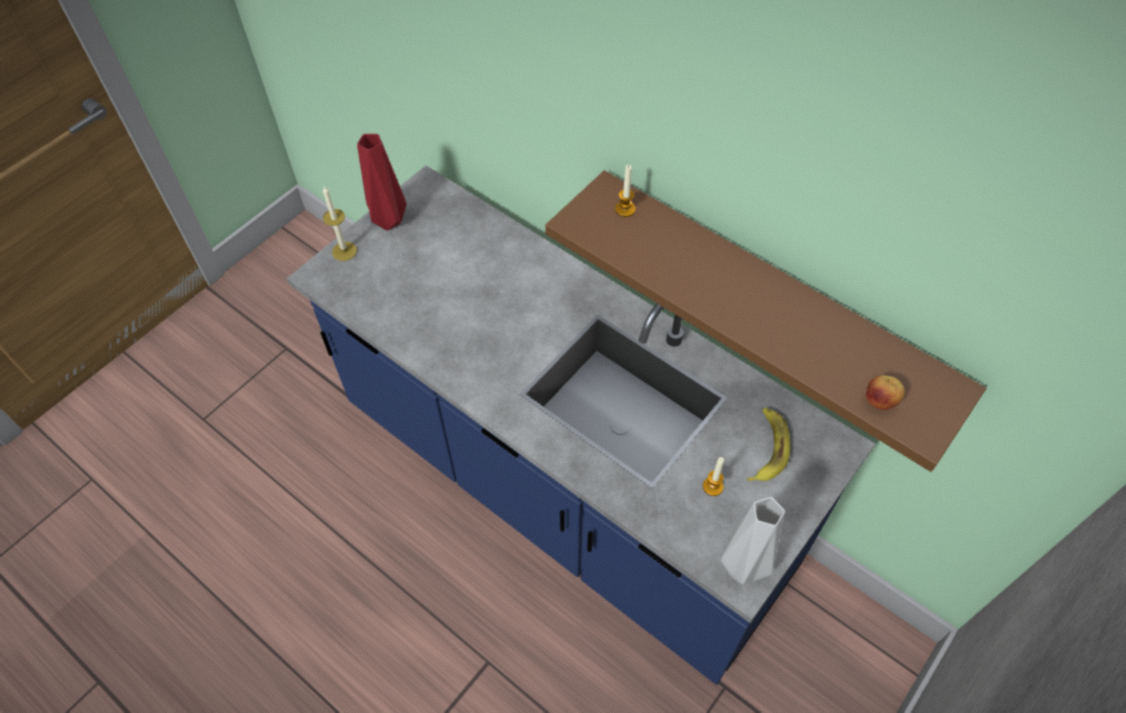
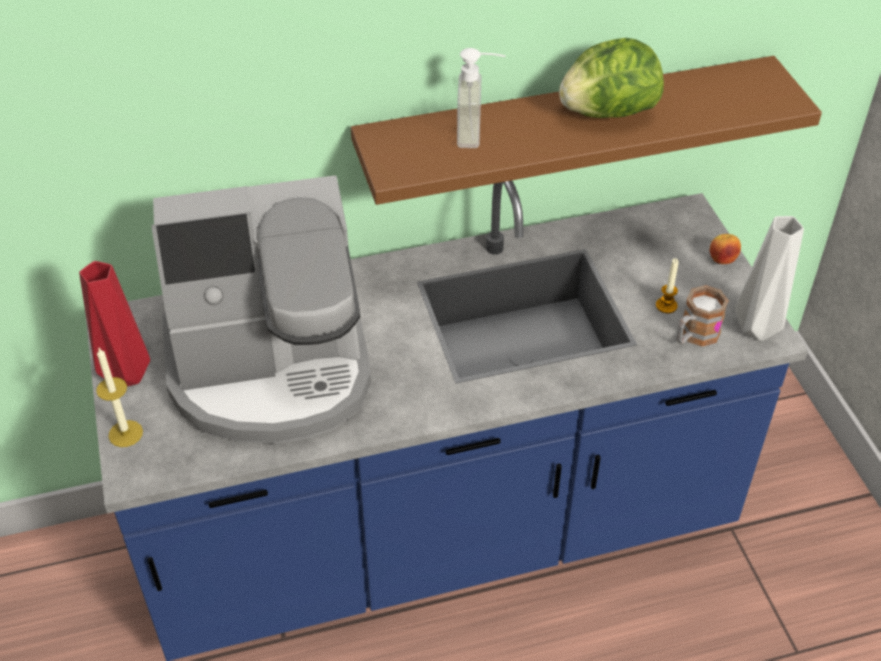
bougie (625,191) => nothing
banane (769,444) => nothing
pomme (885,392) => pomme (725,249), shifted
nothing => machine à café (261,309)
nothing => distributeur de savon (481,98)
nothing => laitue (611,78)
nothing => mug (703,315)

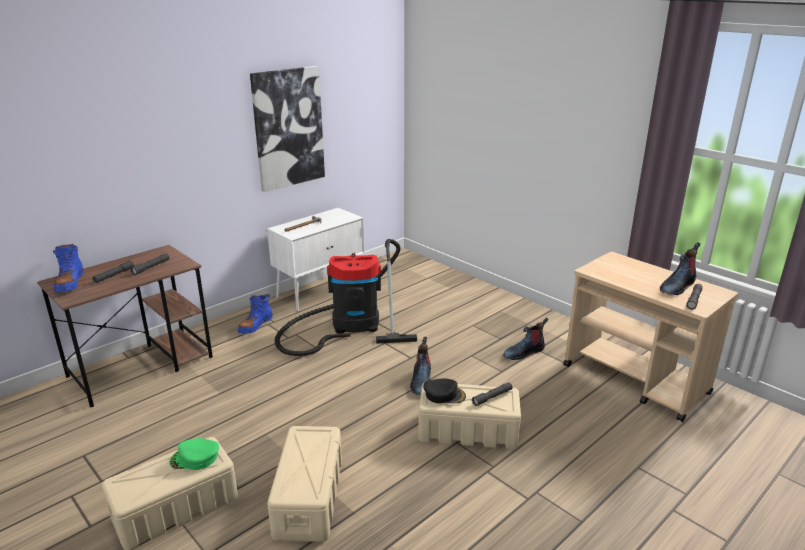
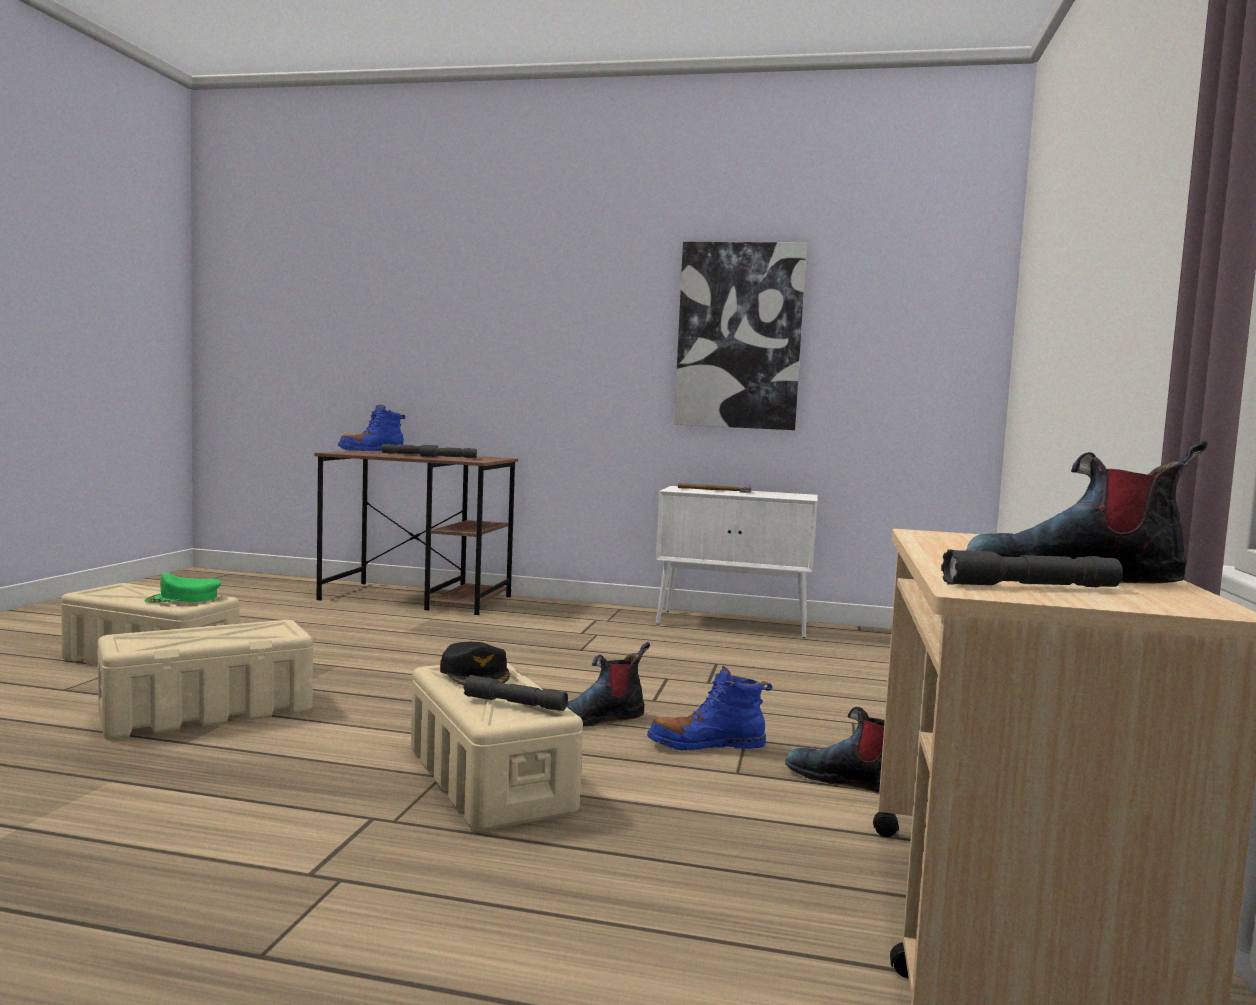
casquette/vert (194,454) => casquette/vert (182,588), 75 degrees counterclockwise
botte/bleu (255,314) => botte/bleu (709,708), shifted
aspirateur (346,297) => nothing

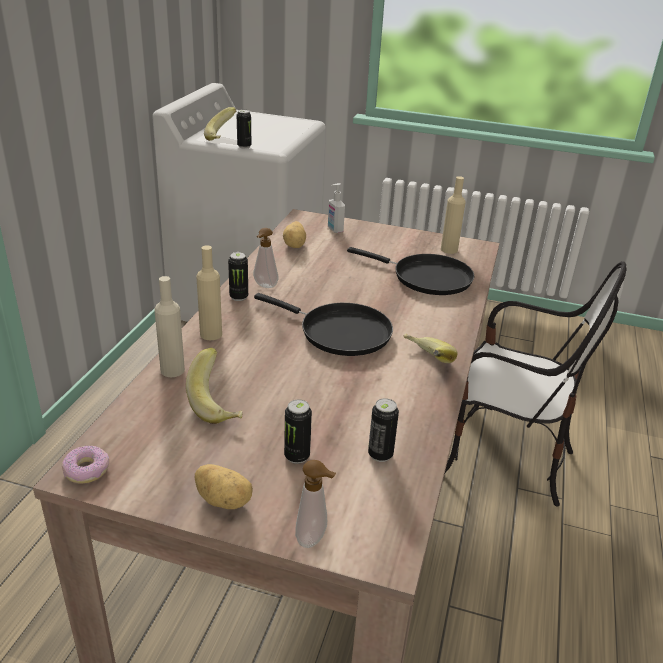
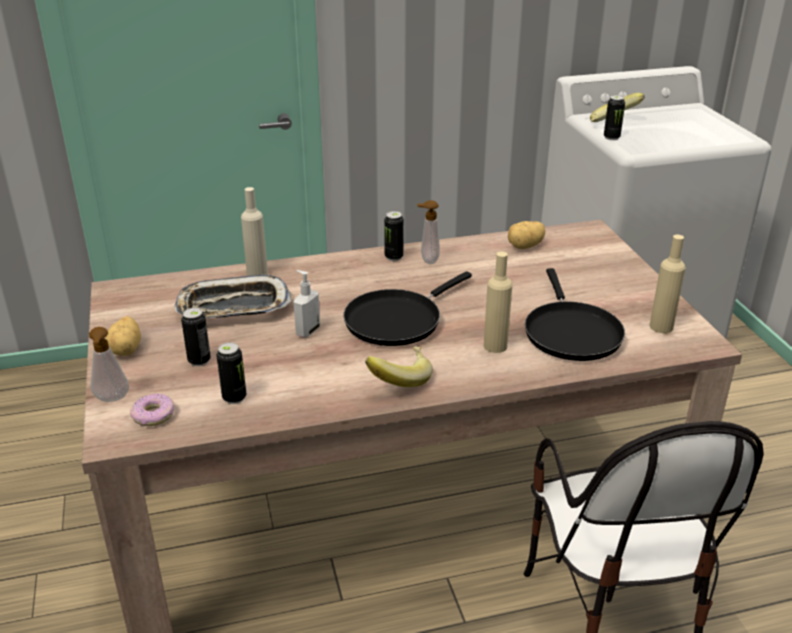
beignet (85,464) => beignet (152,409), shifted
banane (214,386) => plateau (232,296)
bouteille/beige (209,292) => bouteille/beige (498,302), shifted
poêle/noir (323,324) => poêle/noir (407,308), 45 degrees clockwise
distributeur de savon (336,208) => distributeur de savon (307,303), shifted

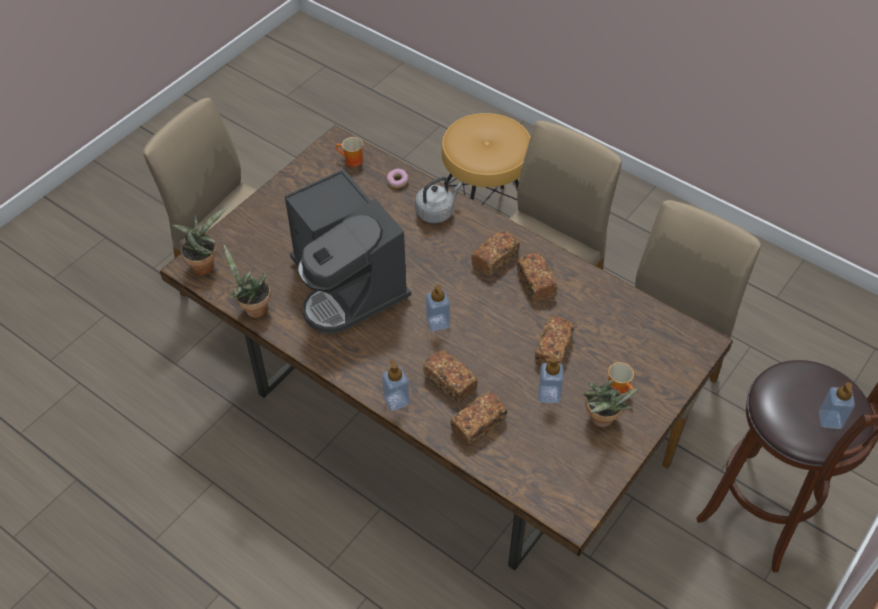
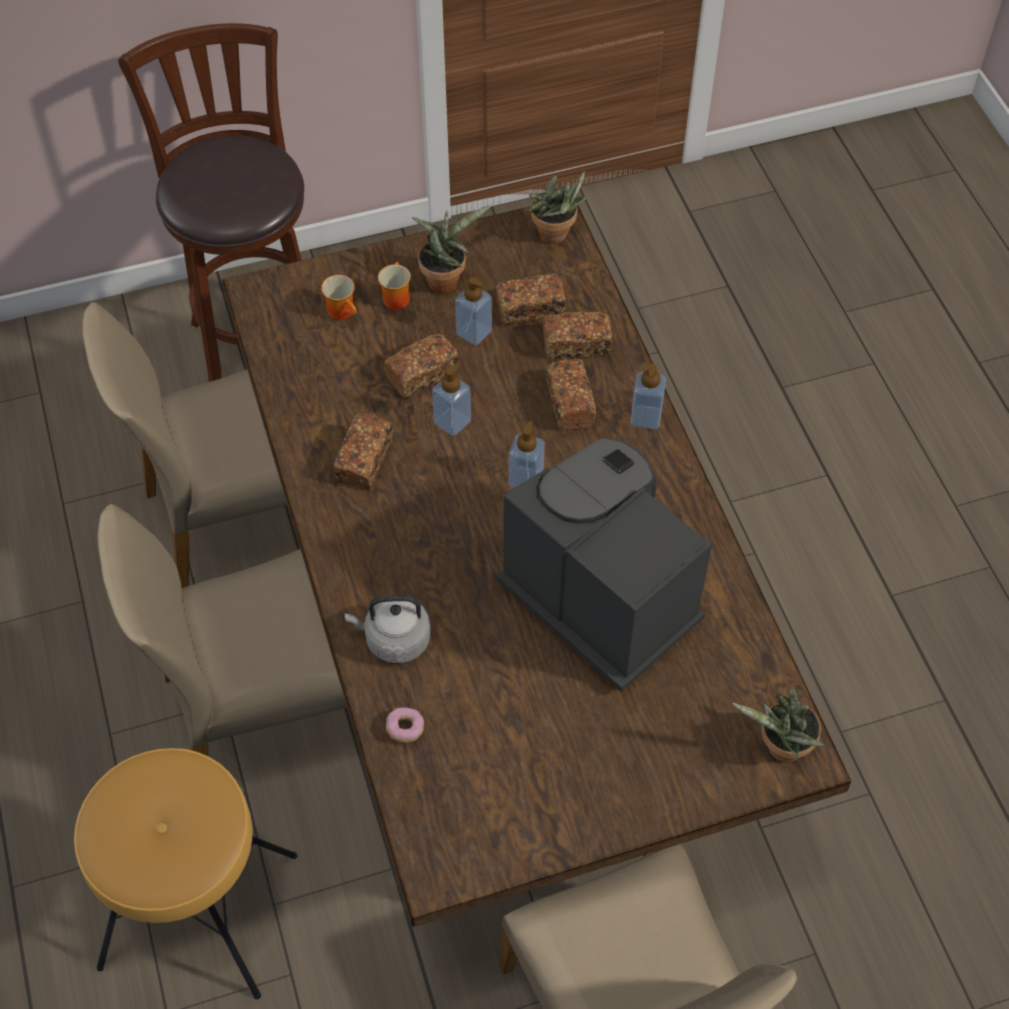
plante en pot (247,281) => plante en pot (558,207), shifted
machine à café (348,251) => machine à café (604,565), 45 degrees counterclockwise
mug (349,152) => mug (339,297), shifted
pain (495,254) => pain (530,299), shifted
distributeur de savon (836,405) => distributeur de savon (451,400), shifted

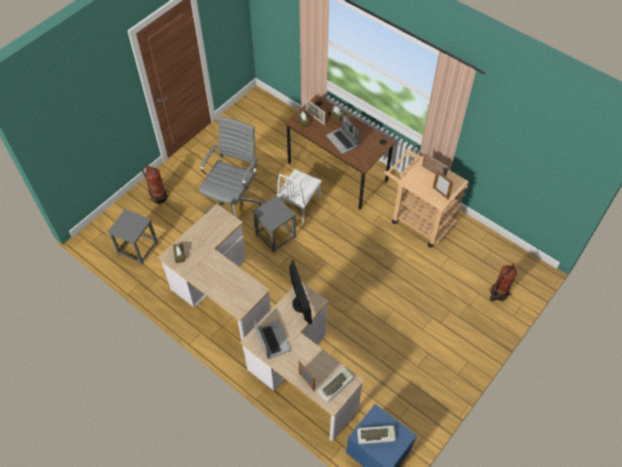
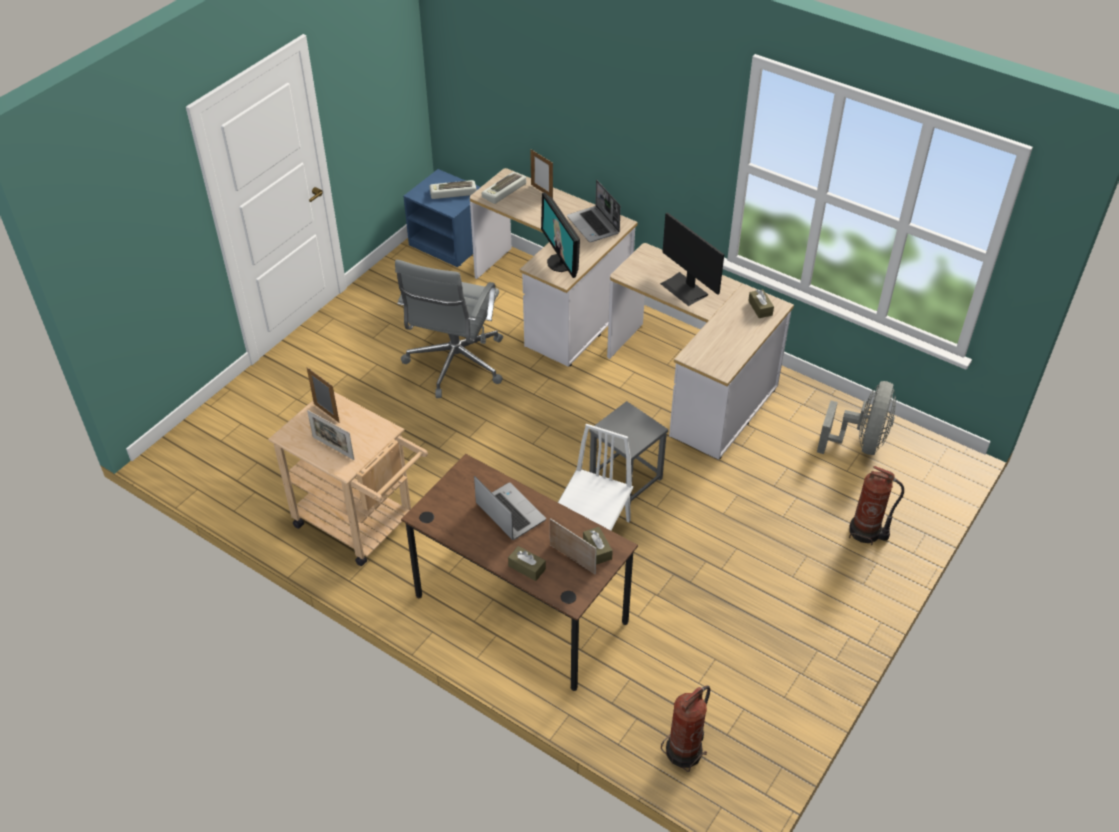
tabouret/gris (133,237) => ventilateur/gris (856,418)
chaise de bureau/gris (231,166) => chaise de bureau/gris (449,328), shifted
extincteur (503,282) => extincteur (685,728), shifted
nothing => écran d'ordinateur (692,259)

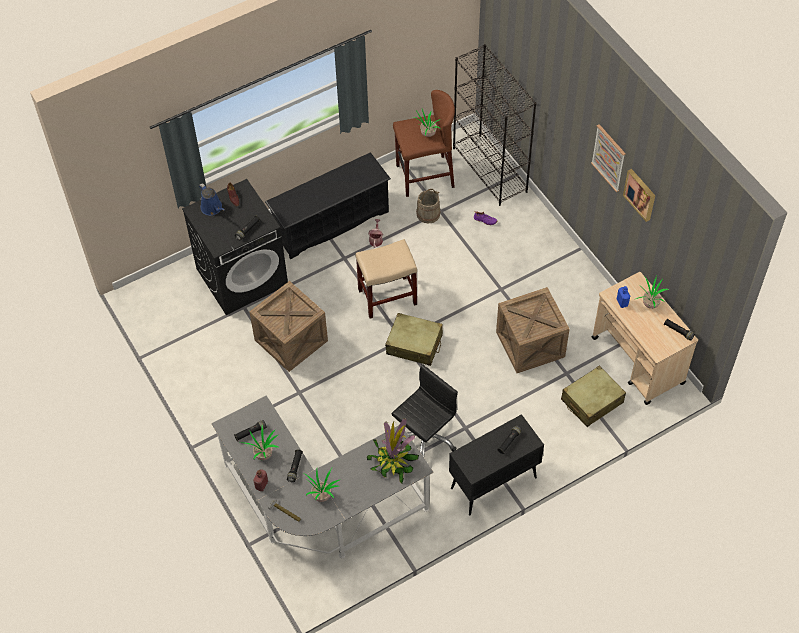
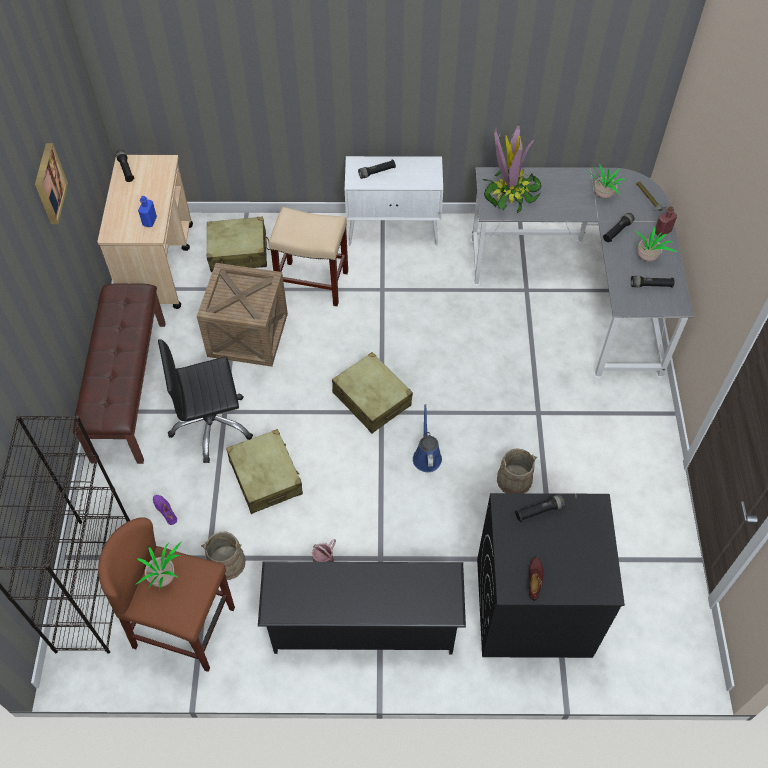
arrosoir/bleu (211,199) => arrosoir/bleu (427,438), shifted
caisse (288,326) => seau/beige (517,470)
tabouret/beige (386,279) => tabouret/beige (308,257), shifted
chaise de bureau/noir (424,410) => chaise de bureau/noir (205,401), shifted
meuble de rangement/noir (496,464) => meuble de rangement/blanc (394,201)
tableau (608,158) => nothing
plante en pot (651,292) => nothing
nothing => banc/marron (119,373)
nothing => valise/beige (264,471)

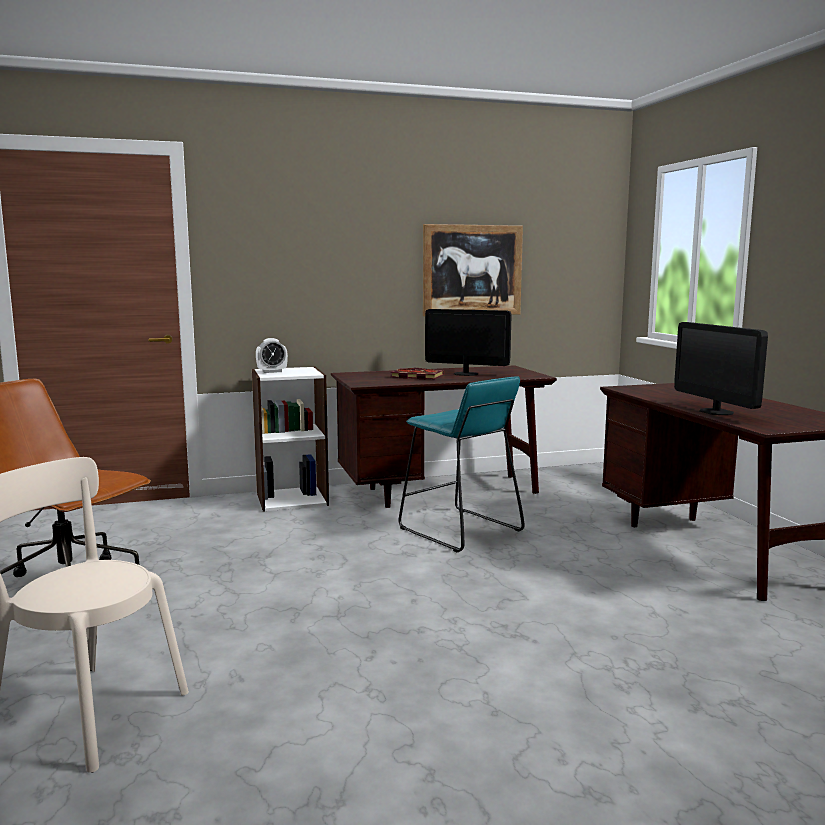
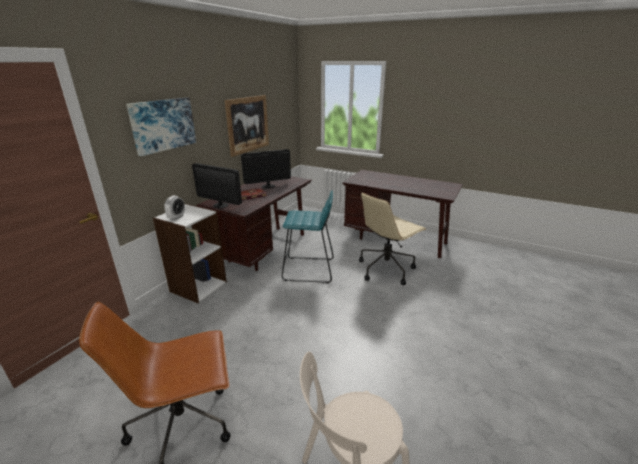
écran d'ordinateur (721,368) => écran d'ordinateur (217,185), shifted
nothing => tableau (161,126)
nothing => chaise de bureau/beige (392,238)

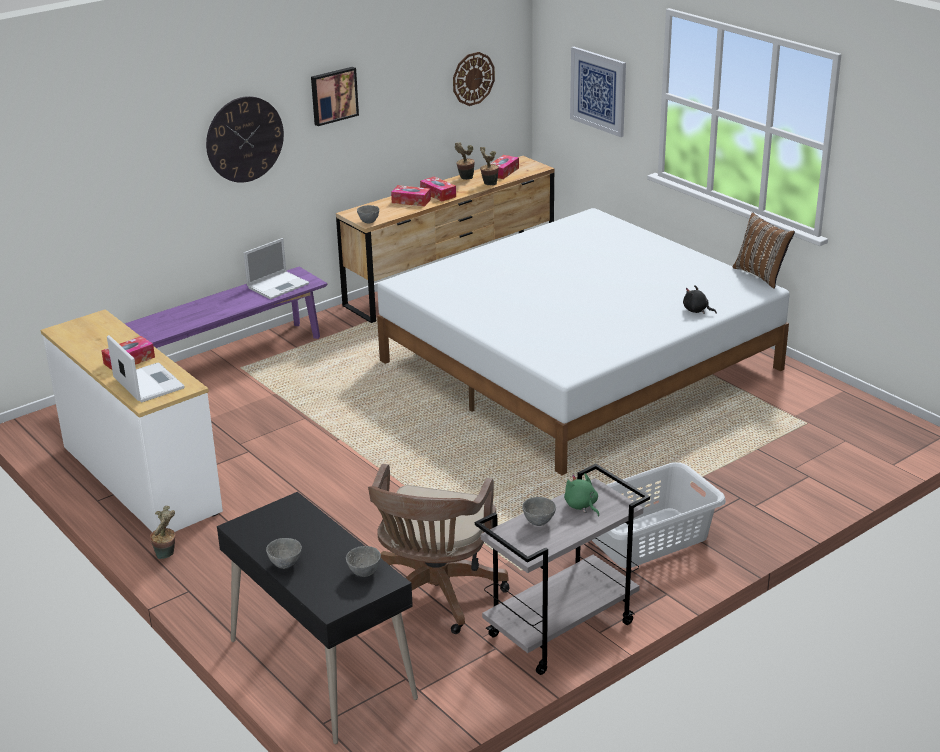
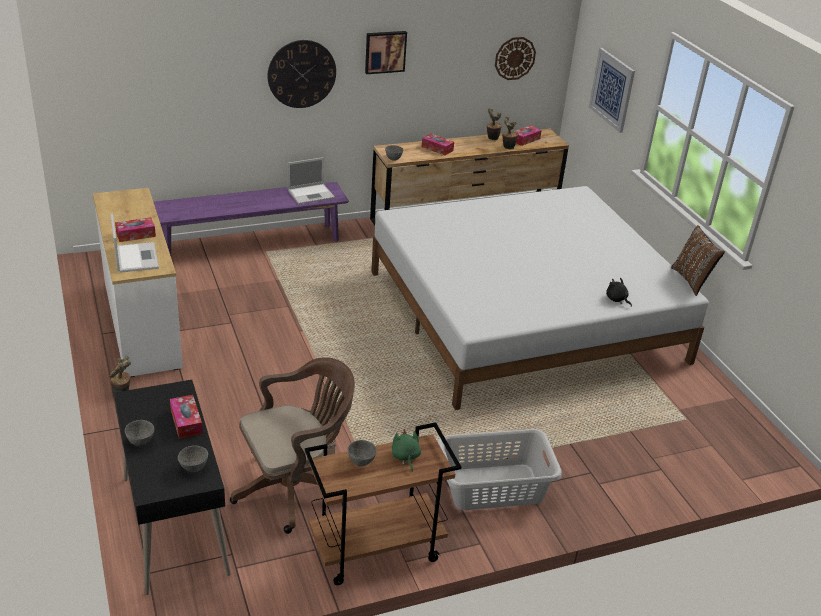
chaise de bureau/marron (439,549) => chaise de bureau/marron (292,445), 150 degrees counterclockwise
boîte à mouchoirs (438,188) => boîte à mouchoirs (186,417), shifted
chariot/gris (562,569) => chariot/marron (383,503)

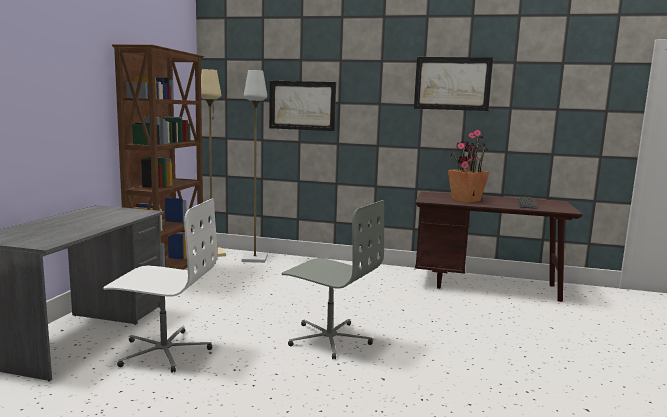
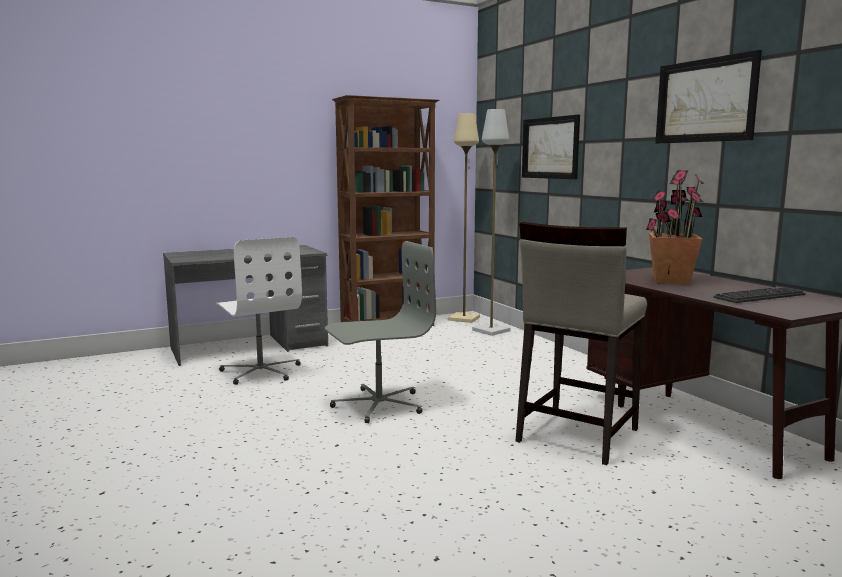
chaise de bureau/gris (333,279) => chaise de bureau/gris (380,332), 105 degrees counterclockwise
nothing => tabouret/beige (581,343)

